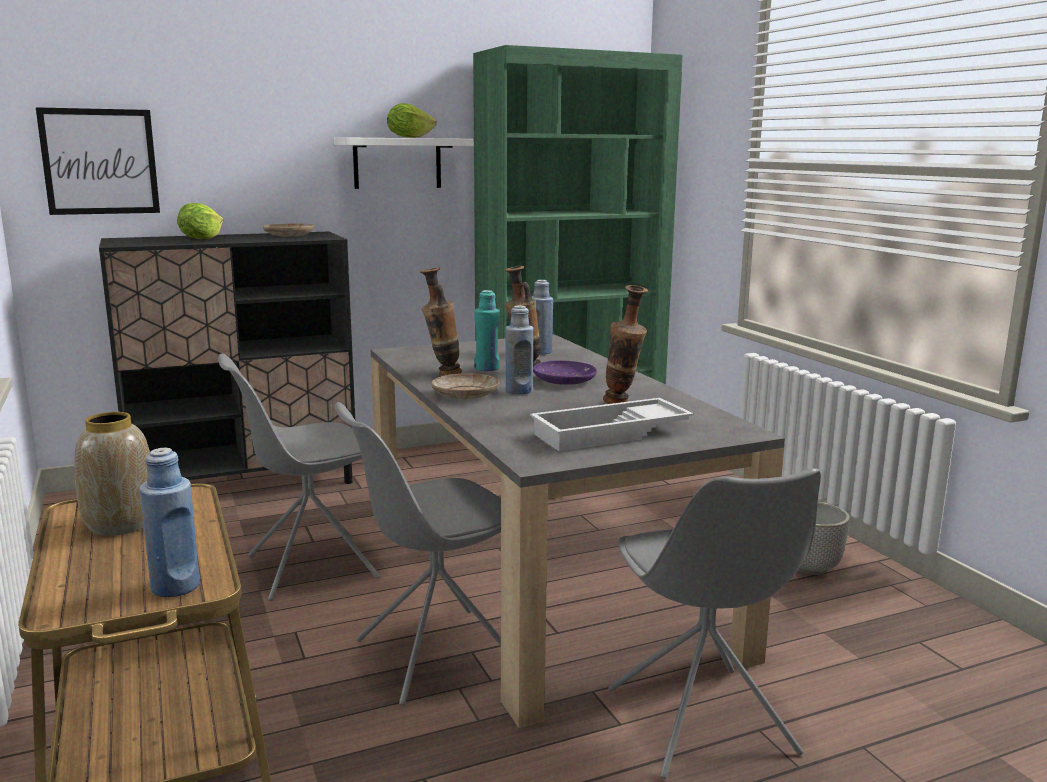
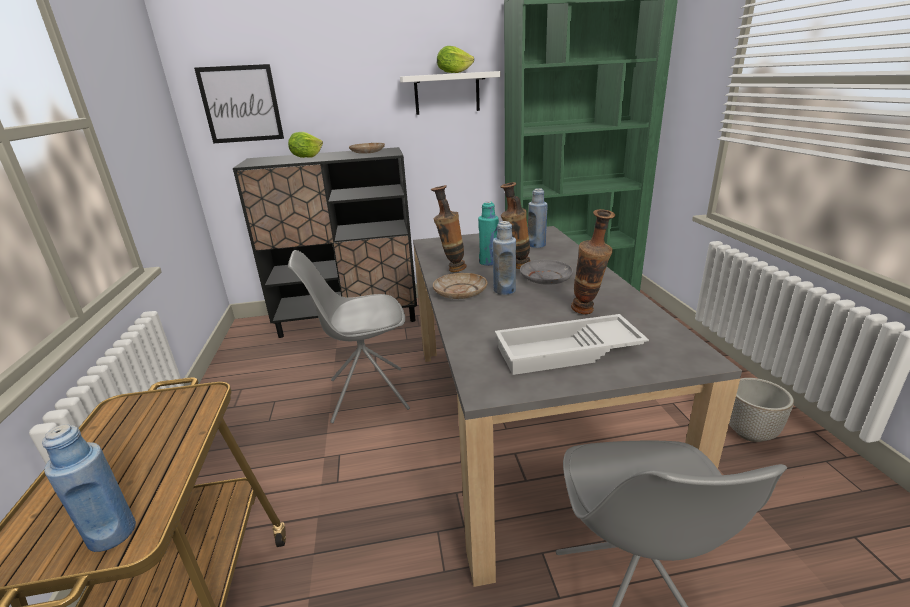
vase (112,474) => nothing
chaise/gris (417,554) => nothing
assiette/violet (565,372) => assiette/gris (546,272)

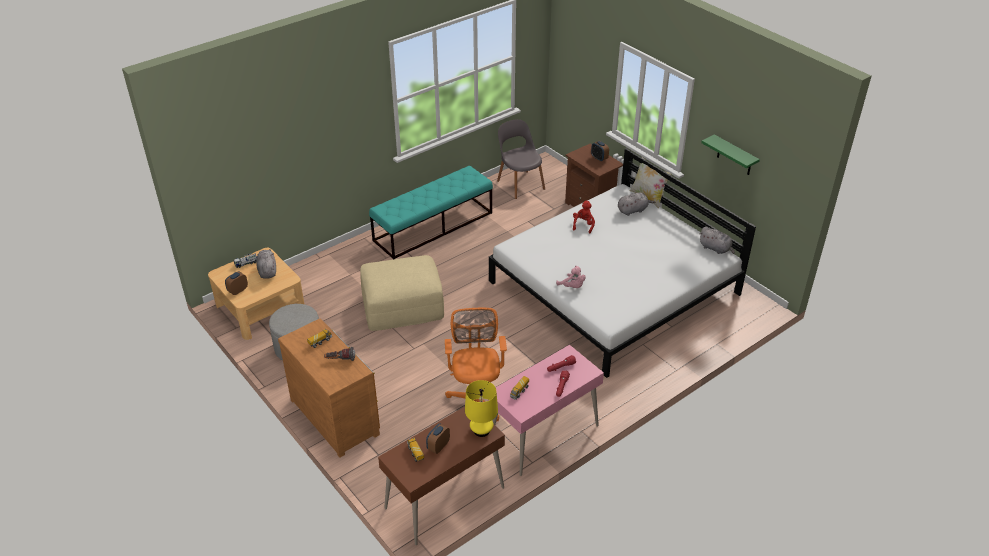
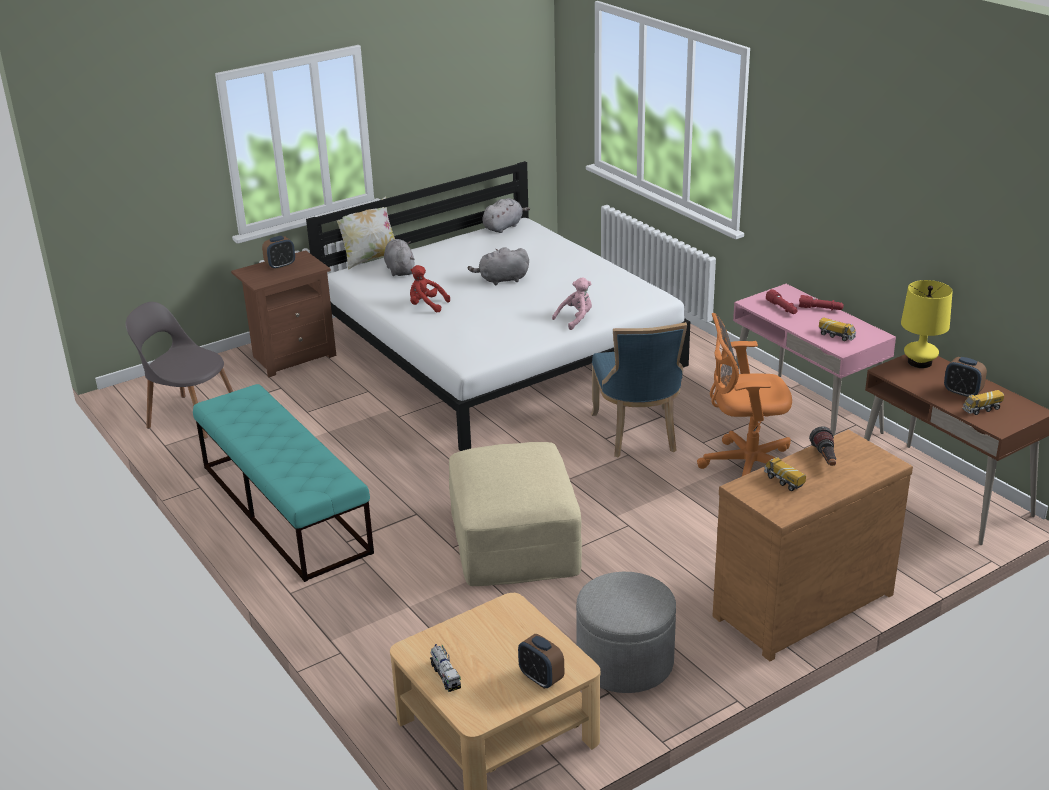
peluche/gris (266,264) => peluche/gris (498,266), shifted
chaise/gris (521,159) => chaise/gris (179,370), 45 degrees clockwise
étagère/vert (730,154) => nothing
nothing => chaise/bleu (639,389)

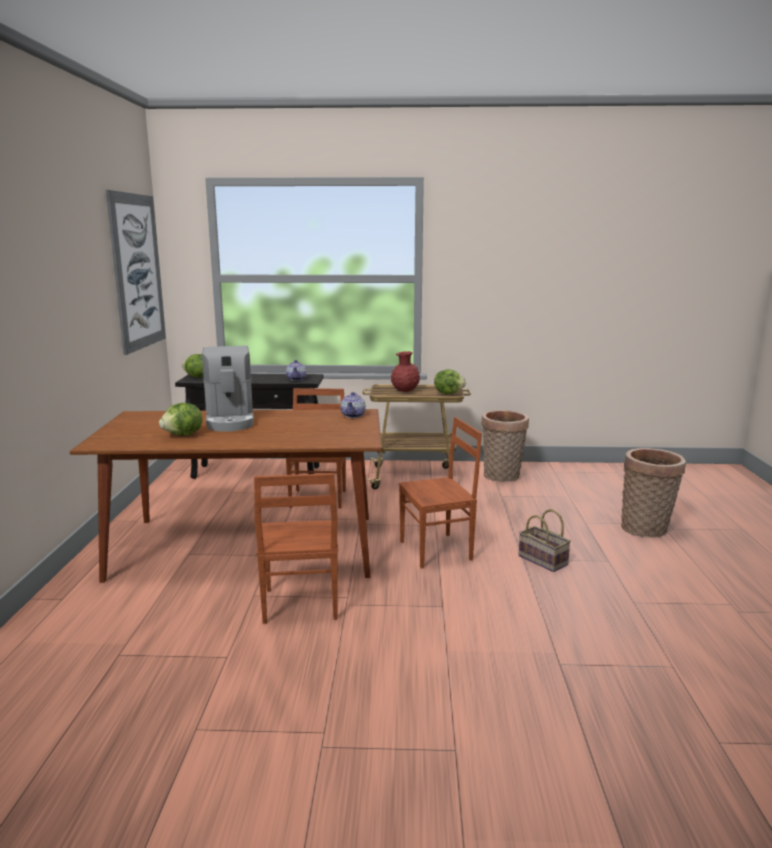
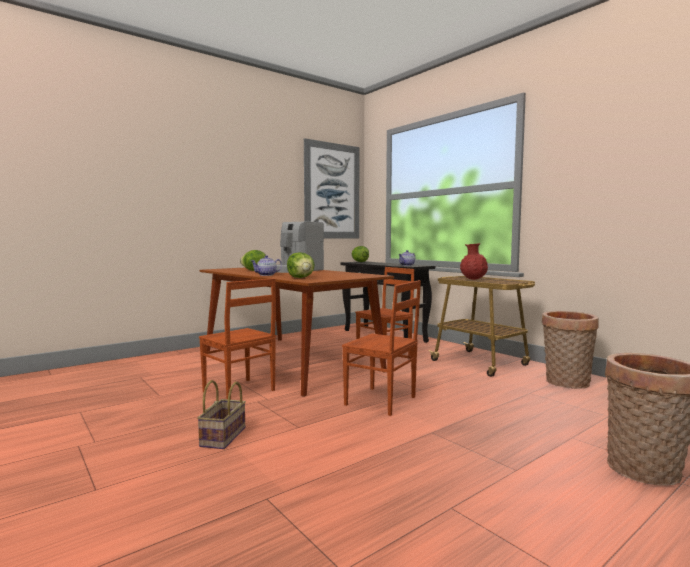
chaise/marron (296,548) => chaise/marron (237,339), 90 degrees counterclockwise
théière (353,405) => théière (266,265), shifted
laitue (450,381) => laitue (301,265), shifted
panier (545,540) => panier (221,414), shifted

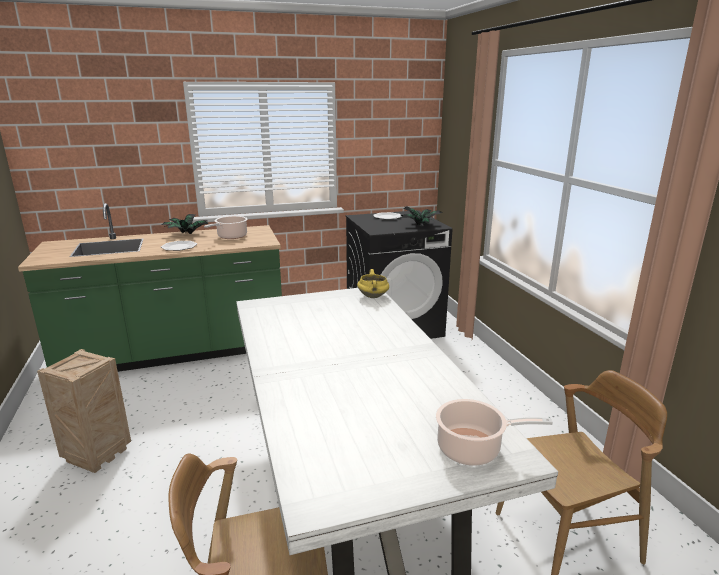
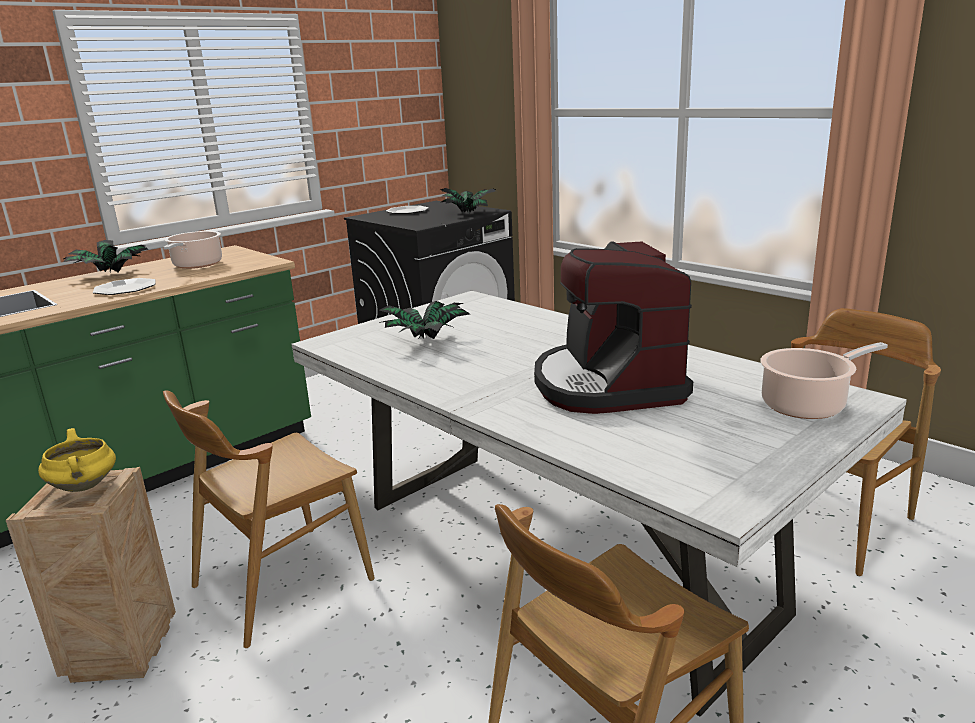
marmite/jaune (373,283) => marmite/jaune (77,460), shifted
nothing => chaise/marron (269,519)
nothing => plante en pot (424,320)
nothing => machine à café (613,327)

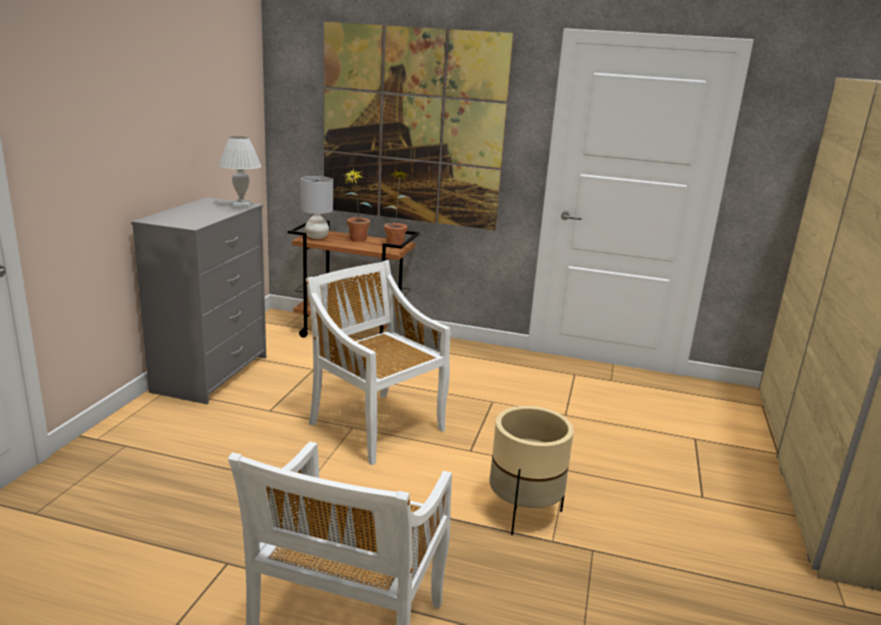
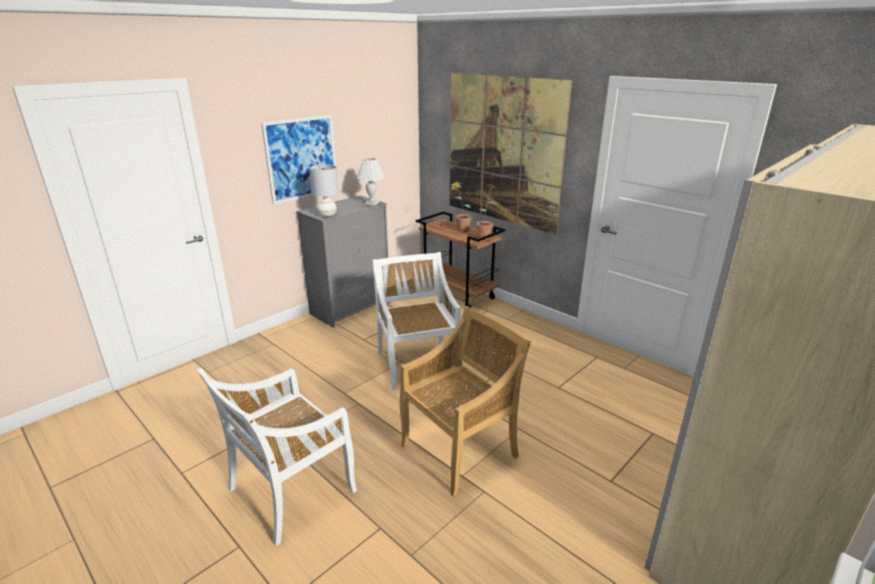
lampe de table/gris (317,207) => lampe de table/gris (324,191), shifted
cache-pot/beige (531,470) => chaise/beige (465,401)
nothing => tableau (298,160)

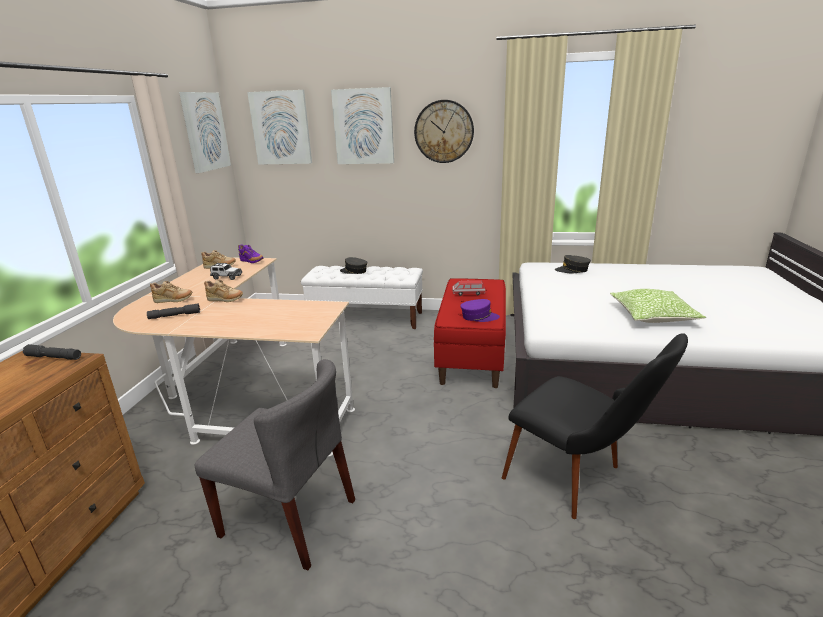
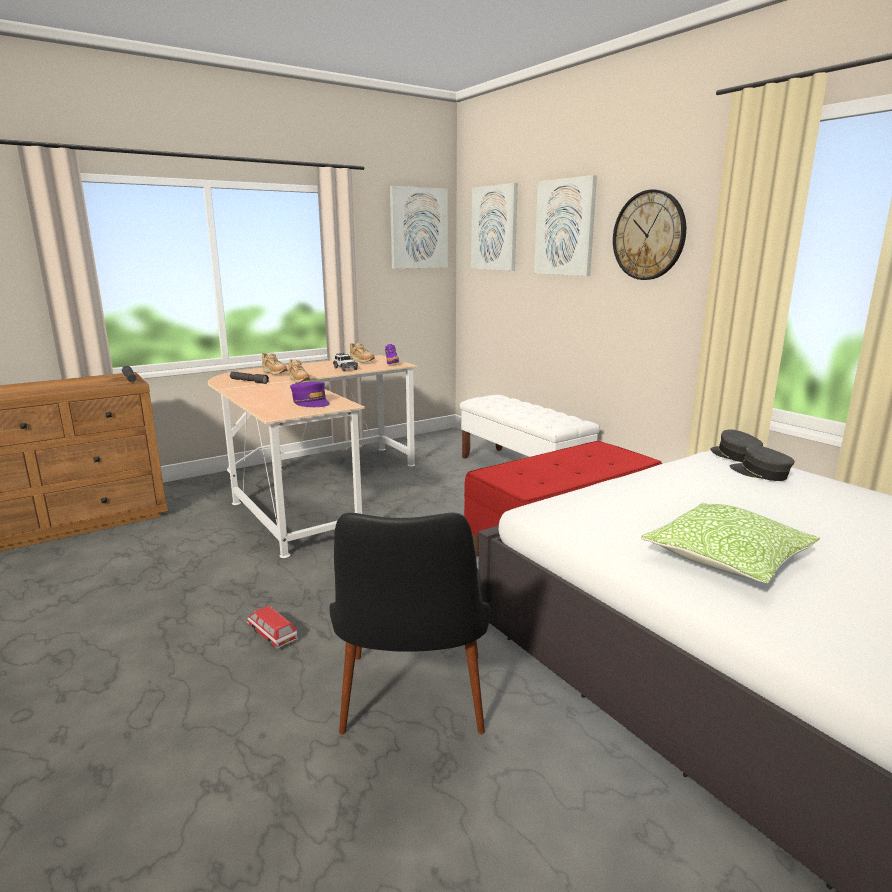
chaise/gris (275,464) => nothing
casquette/gris (353,265) => casquette/gris (736,445), shifted
petite voiture (468,288) => petite voiture (272,627), shifted
casquette/violet (480,310) => casquette/violet (310,394), shifted

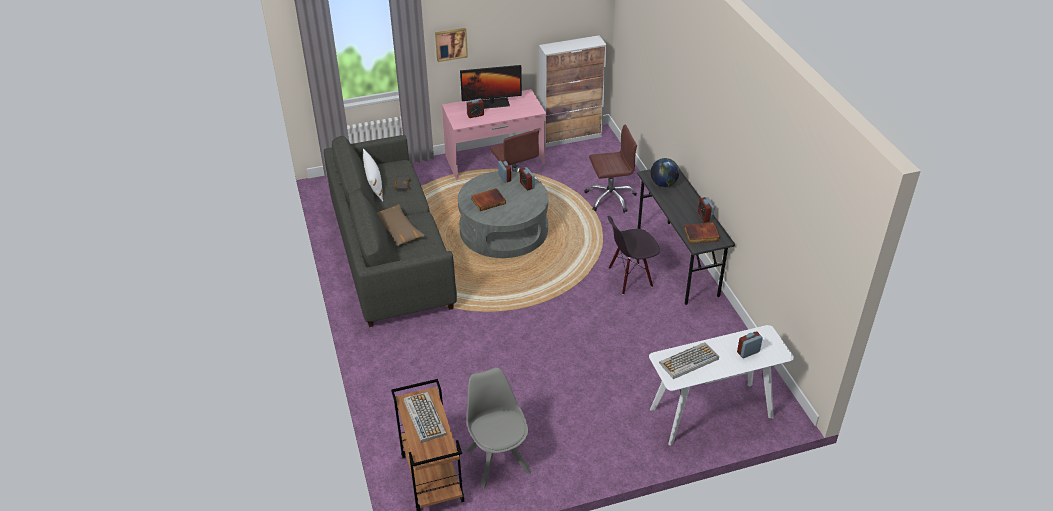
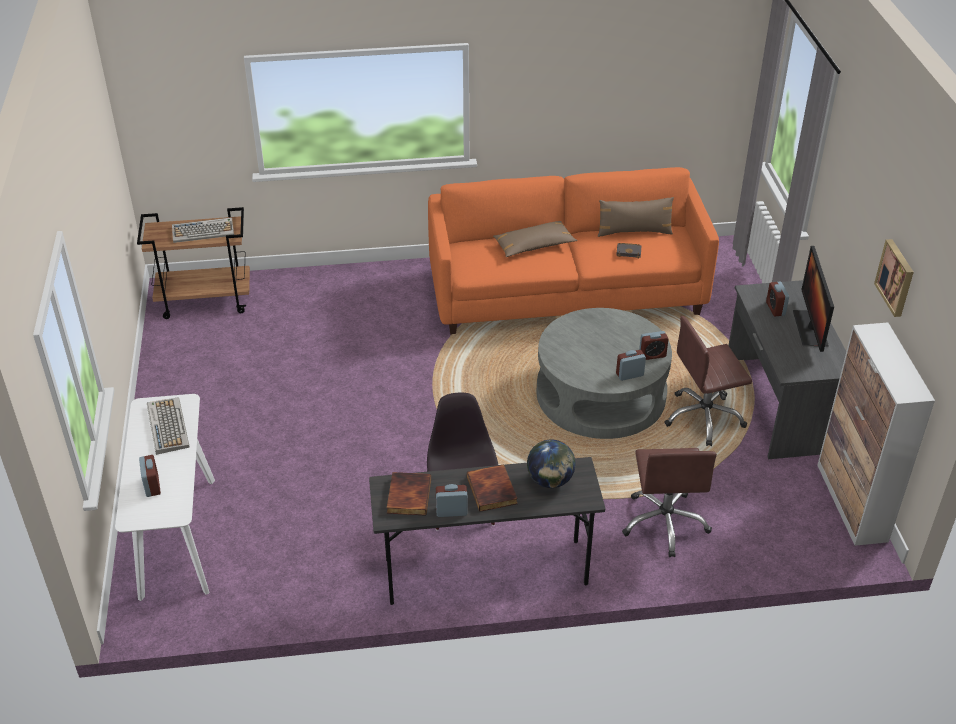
canapé/gris (390,231) => canapé/orange (573,251)
coussin/blanc (373,175) => coussin/marron (636,217)
tableau (451,45) => tableau (894,278), shifted
bureau/rose (494,134) => bureau/gris (787,369)
chaise/gris (498,428) => nothing
livre (488,199) => livre (492,488), shifted

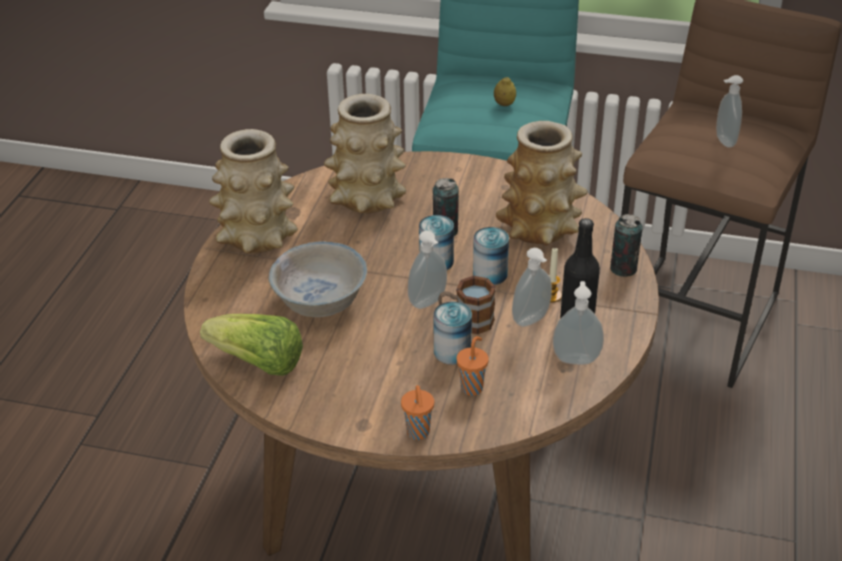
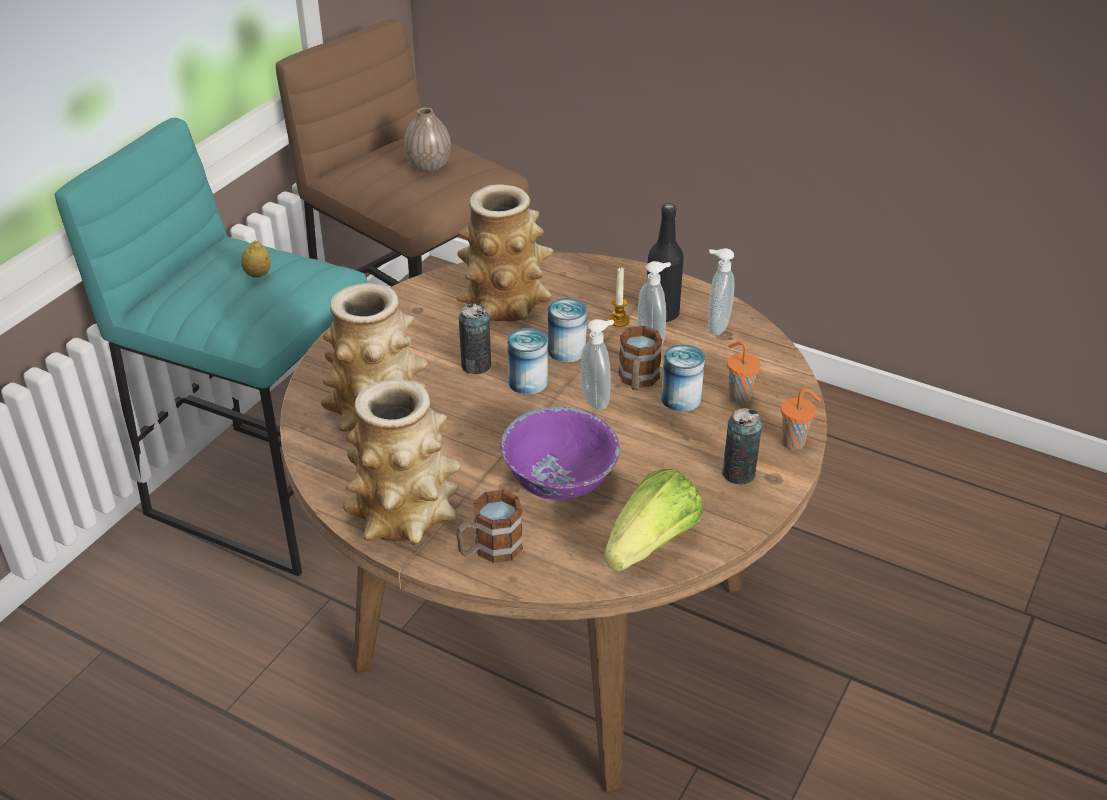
bol/blanc (318,279) => bol/violet (560,453)
boîte métallique (626,245) => boîte métallique (742,446), shifted
distributeur de savon (729,111) => vase (427,139)
nothing => mug (489,526)

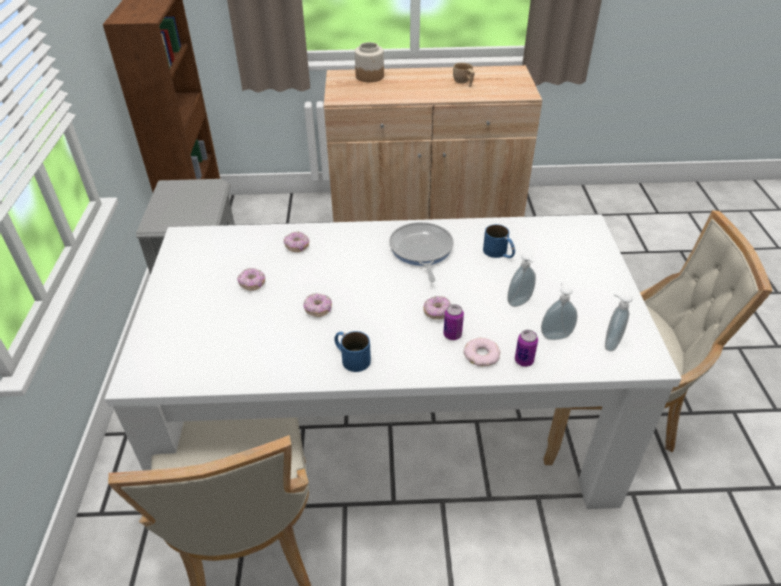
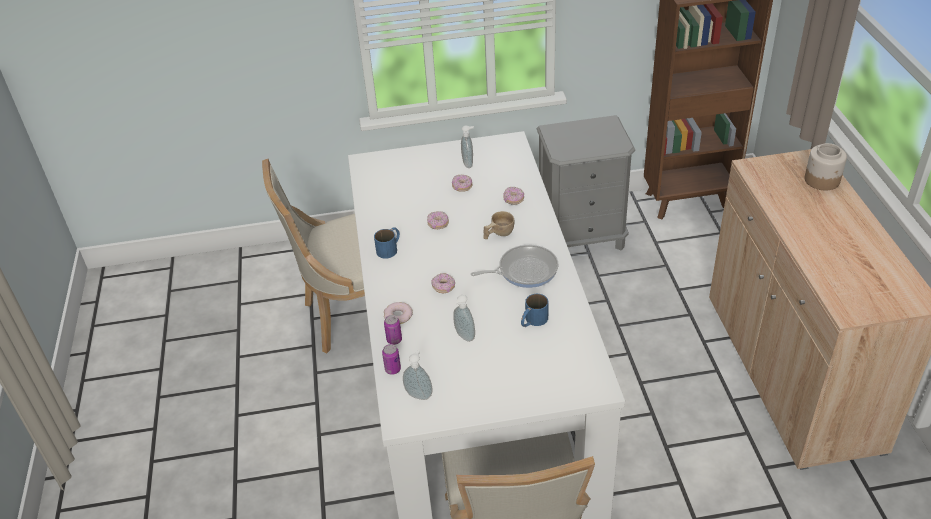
boîte métallique (453,322) => boîte métallique (391,359), shifted
tasse/beige (464,75) => tasse/beige (498,225), shifted
distributeur de savon (559,310) => distributeur de savon (467,147), shifted

